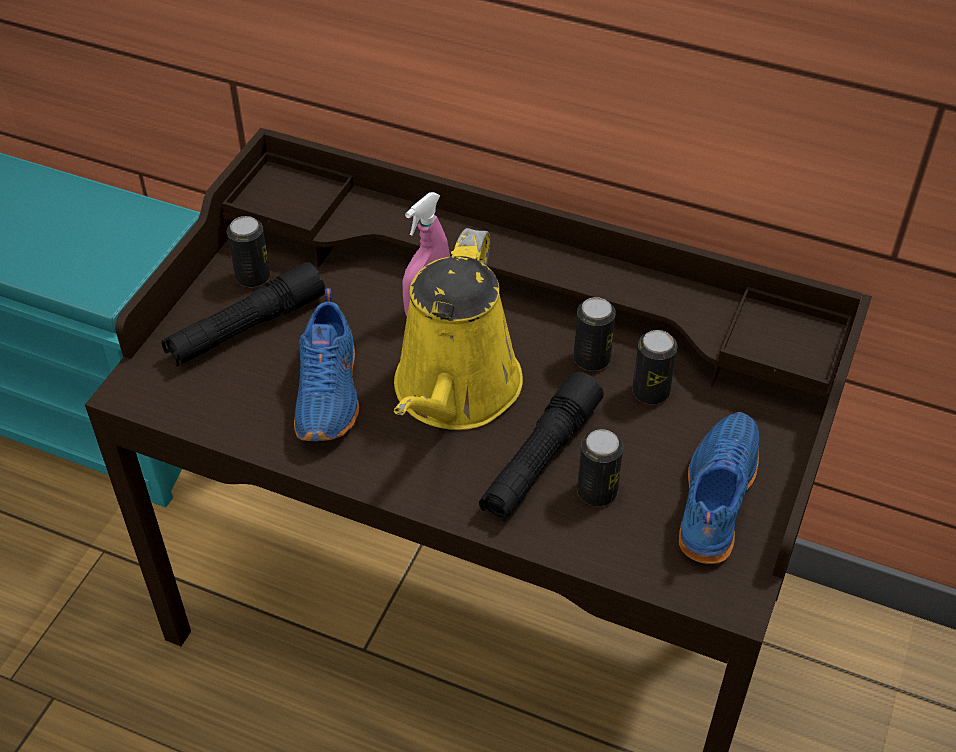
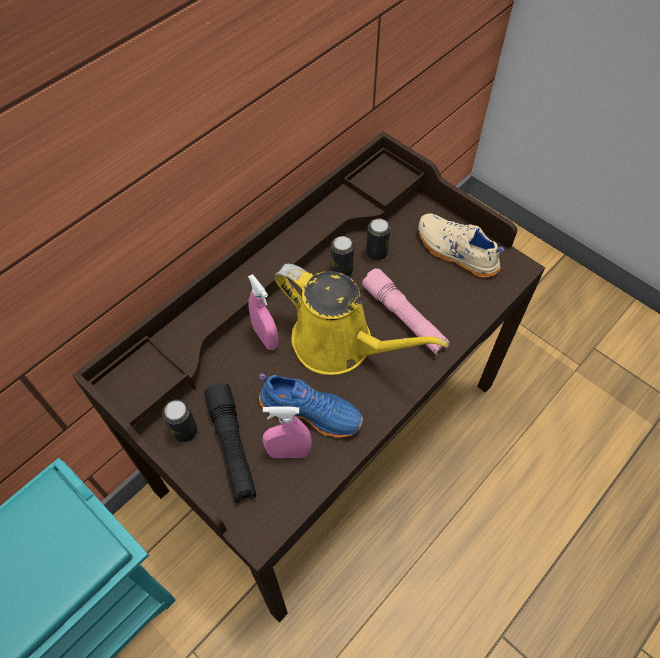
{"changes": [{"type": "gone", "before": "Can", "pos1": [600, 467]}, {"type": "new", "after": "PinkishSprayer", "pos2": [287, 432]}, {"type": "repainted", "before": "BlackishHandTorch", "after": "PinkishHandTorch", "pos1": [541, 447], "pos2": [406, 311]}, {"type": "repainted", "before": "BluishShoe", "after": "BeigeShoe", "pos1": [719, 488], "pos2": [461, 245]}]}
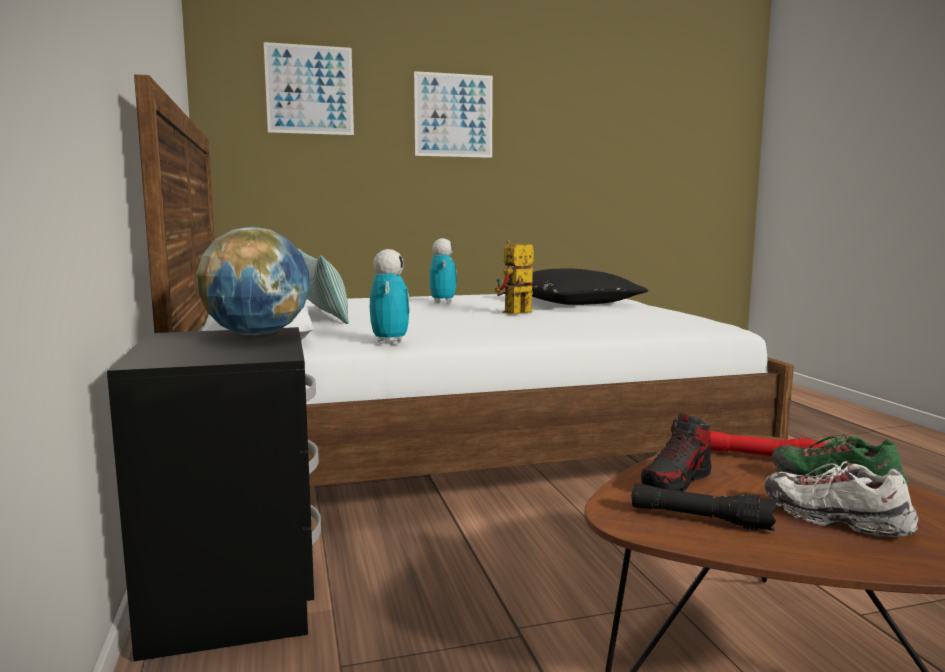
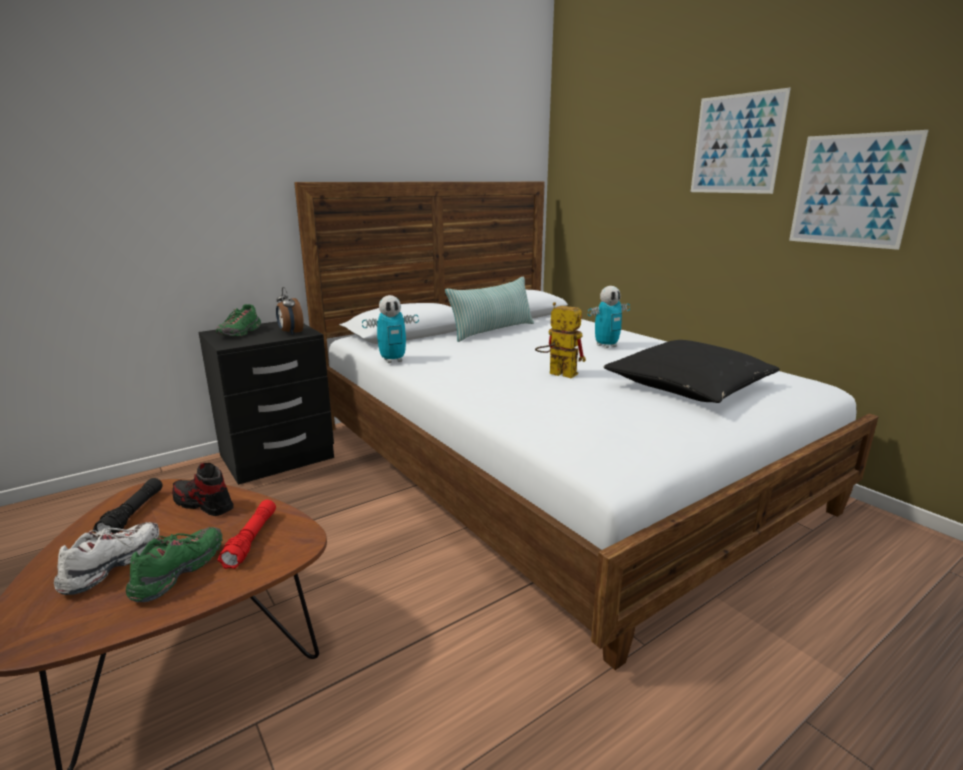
{"changes": [{"type": "new", "after": "GreenishShoe", "pos2": [238, 320]}, {"type": "shifted", "before": "WallPicture", "pos1": [309, 88], "pos2": [859, 190]}, {"type": "swapped", "before": "Globe", "after": "TableClock", "pos1": [253, 281], "pos2": [290, 311]}]}
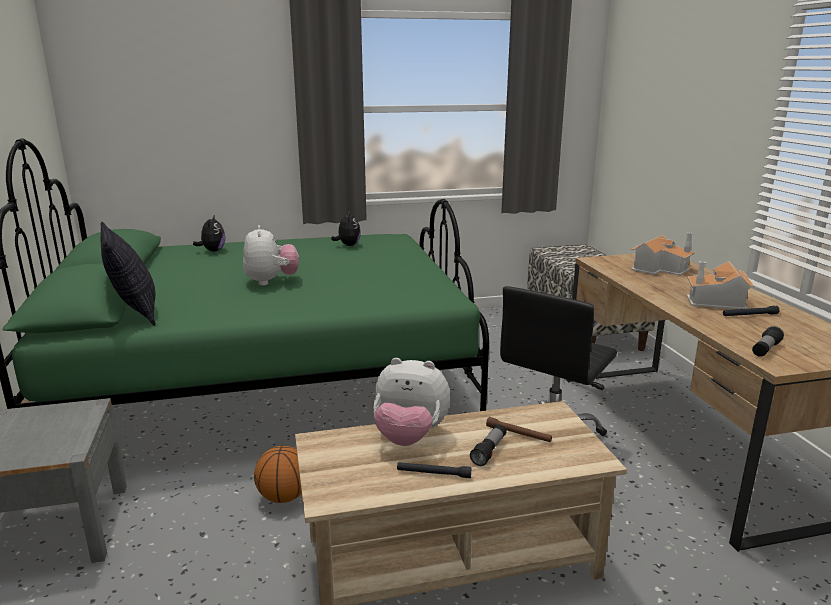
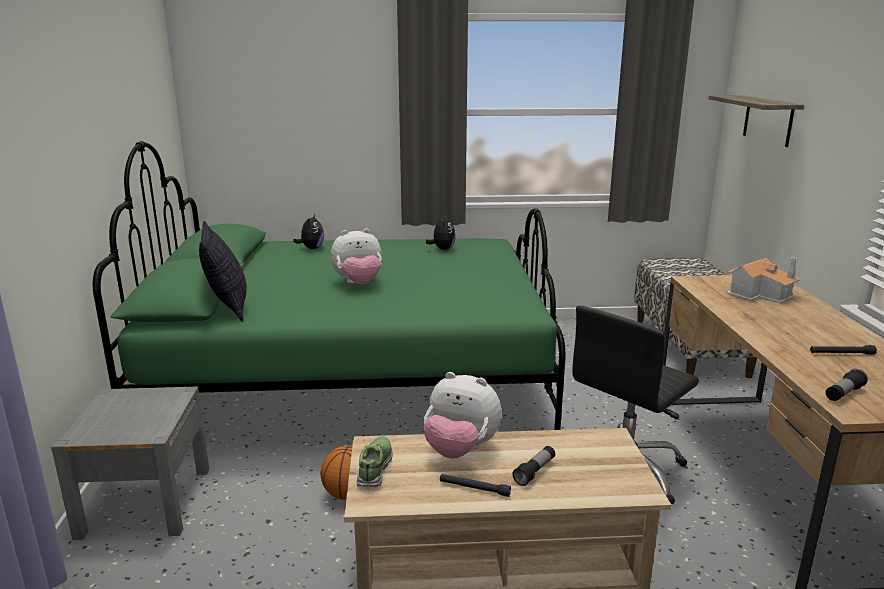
{"changes": [{"type": "gone", "before": "BrownishHandTorch", "pos1": [519, 429]}, {"type": "gone", "before": "MiniatureHouse", "pos1": [721, 285]}, {"type": "new", "after": "Shoe", "pos2": [375, 461]}, {"type": "new", "after": "BracketShelf", "pos2": [756, 121]}, {"type": "rotated", "before": "SoftToy", "pos1": [271, 255], "pos2": [356, 256], "turn": 75}]}
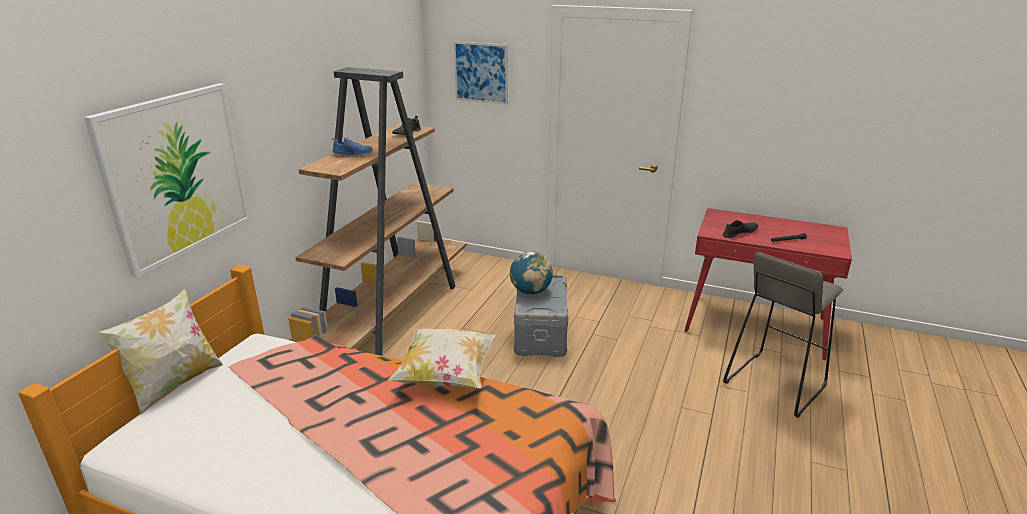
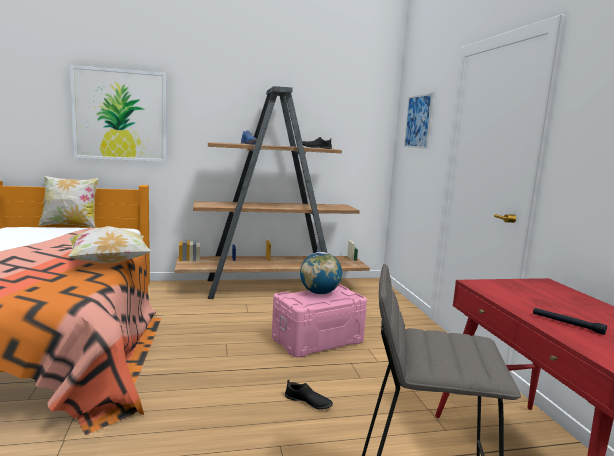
{"changes": [{"type": "shifted", "before": "BlackishShoe", "pos1": [740, 229], "pos2": [309, 395]}, {"type": "repainted", "before": "GreyStorageBin", "after": "PinkishStorageBin", "pos1": [541, 316], "pos2": [319, 320]}]}
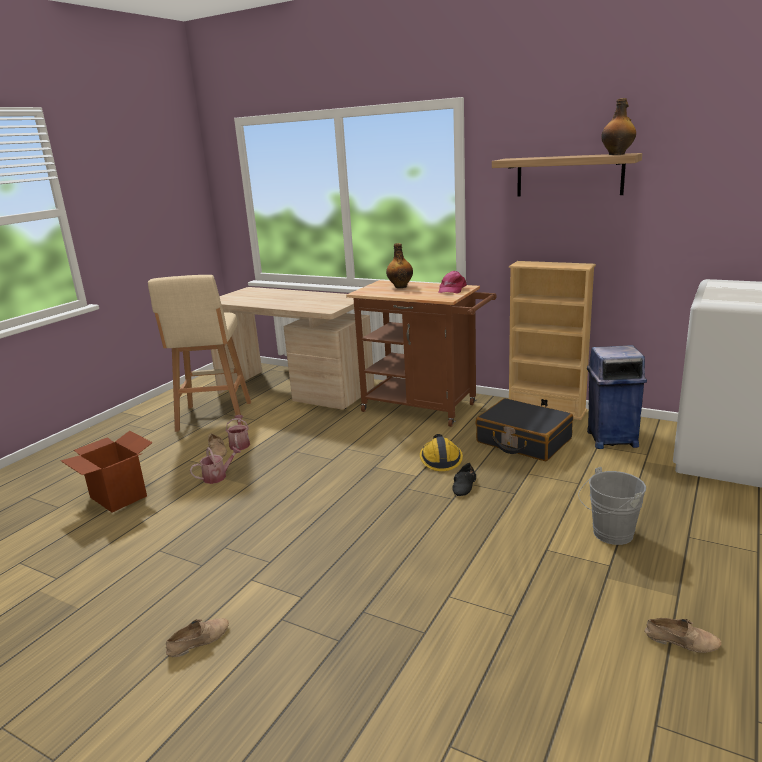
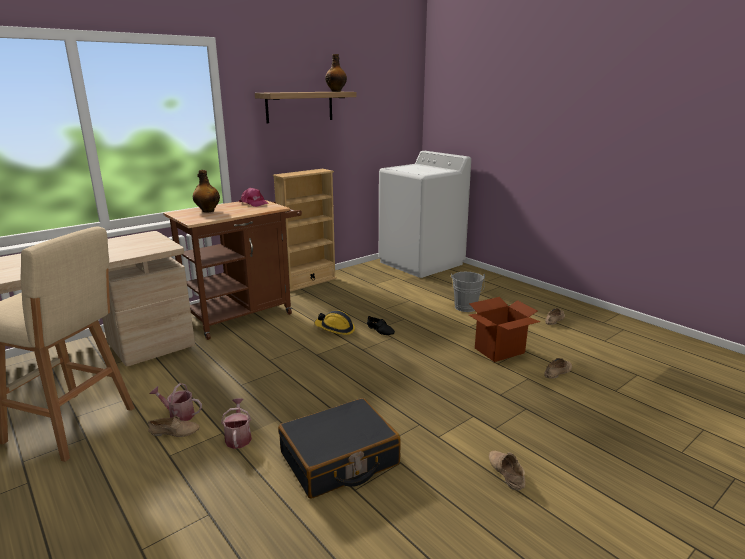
{"changes": [{"type": "gone", "before": "BluishRubbishBin", "pos1": [617, 397]}, {"type": "new", "after": "BeigeShoe", "pos2": [558, 368]}, {"type": "shifted", "before": "PackingBox", "pos1": [107, 471], "pos2": [504, 329]}, {"type": "shifted", "before": "BlackishPieceOfLuggage", "pos1": [524, 429], "pos2": [339, 448]}]}
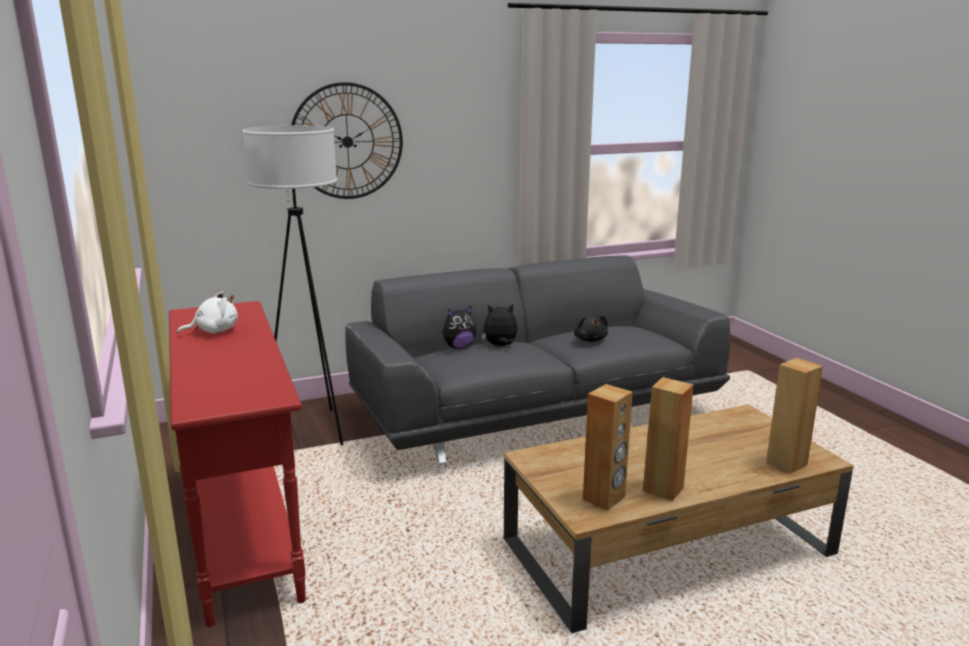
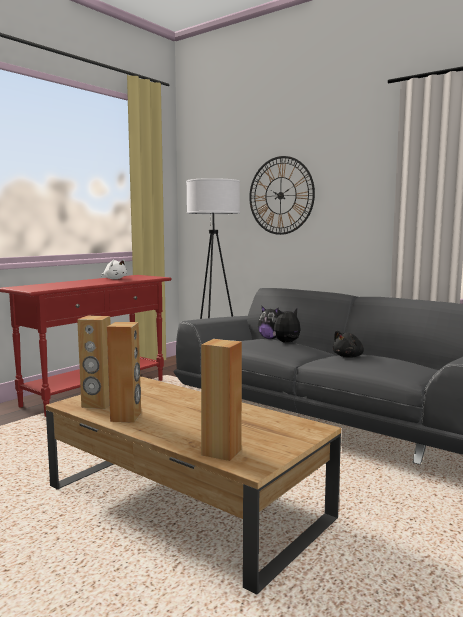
{"changes": [{"type": "rotated", "before": "SoftToy", "pos1": [500, 325], "pos2": [287, 325], "turn": -60}]}
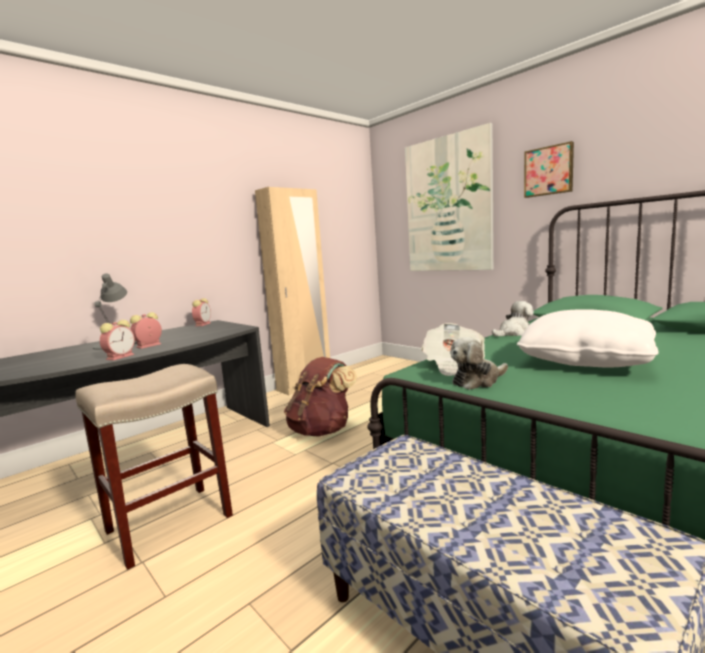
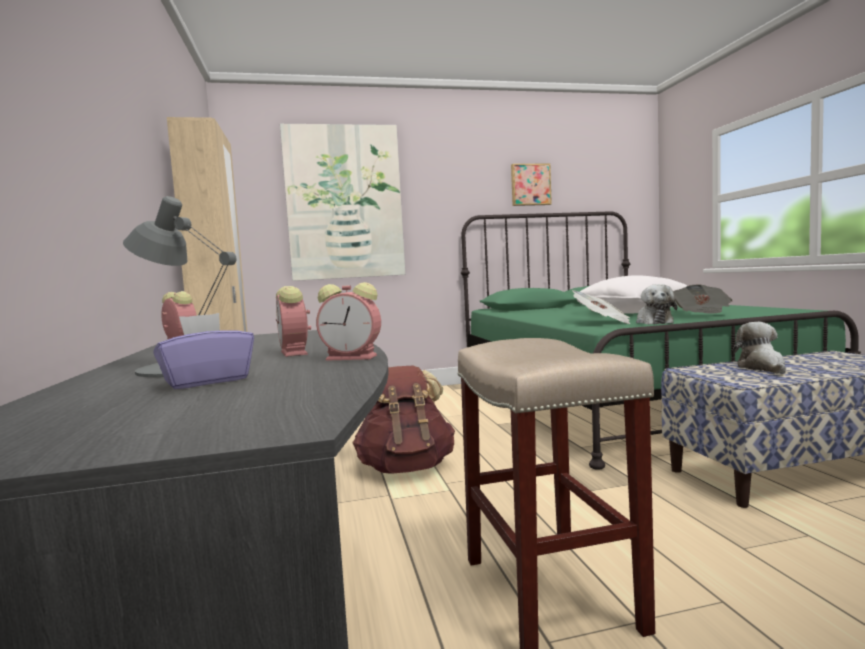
{"changes": [{"type": "new", "after": "PurpleTissueBox", "pos2": [203, 351]}, {"type": "new", "after": "PrintedPaper", "pos2": [702, 299]}, {"type": "shifted", "before": "SoftToy", "pos1": [513, 318], "pos2": [759, 348]}, {"type": "shifted", "before": "WallPicture", "pos1": [549, 169], "pos2": [531, 185]}, {"type": "rotated", "before": "TableClock", "pos1": [117, 340], "pos2": [348, 321], "turn": 135}]}
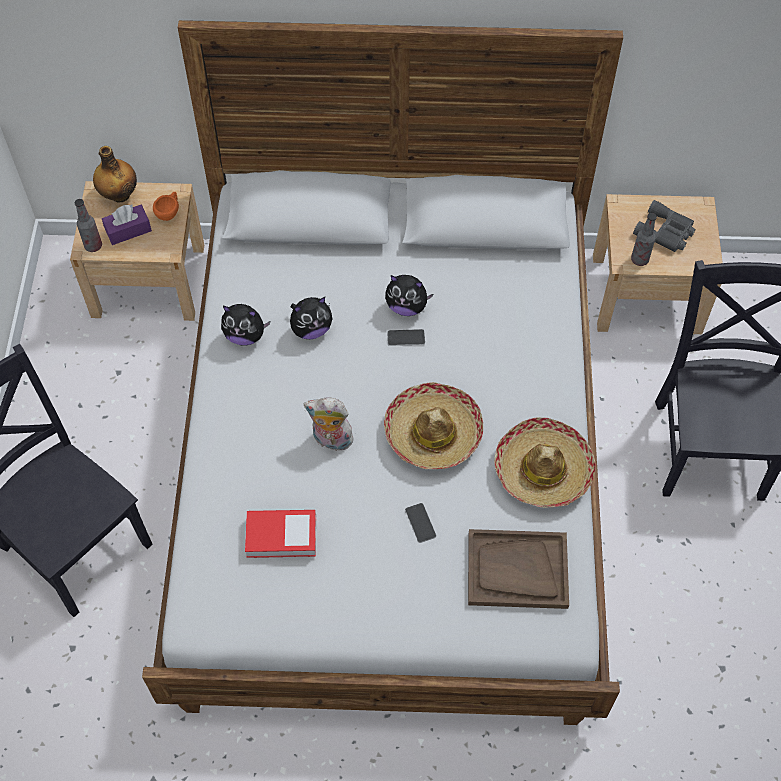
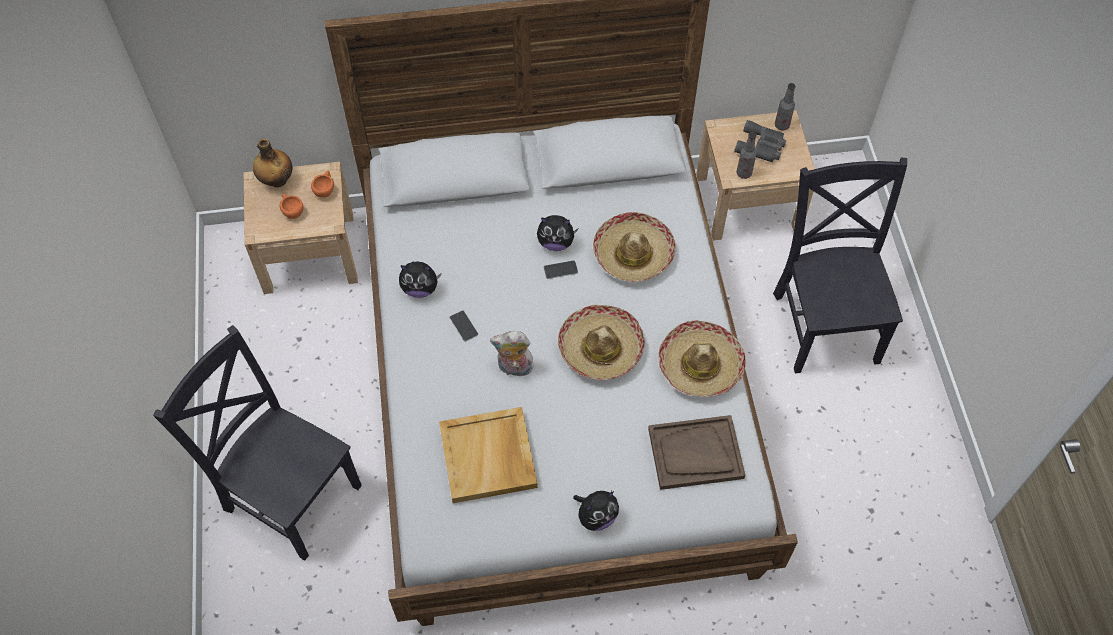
{"changes": [{"type": "new", "after": "Hat", "pos2": [634, 247]}, {"type": "shifted", "before": "BeverageBottle", "pos1": [88, 225], "pos2": [785, 106]}, {"type": "shifted", "before": "SoftToy", "pos1": [311, 318], "pos2": [596, 510]}, {"type": "shifted", "before": "Phone", "pos1": [421, 523], "pos2": [464, 326]}, {"type": "swapped", "before": "PurpleTissueBox", "after": "OrangeDrinkingCup", "pos1": [127, 224], "pos2": [291, 206]}, {"type": "swapped", "before": "BoundBook", "after": "BeigeCarryingTray", "pos1": [280, 534], "pos2": [488, 455]}]}
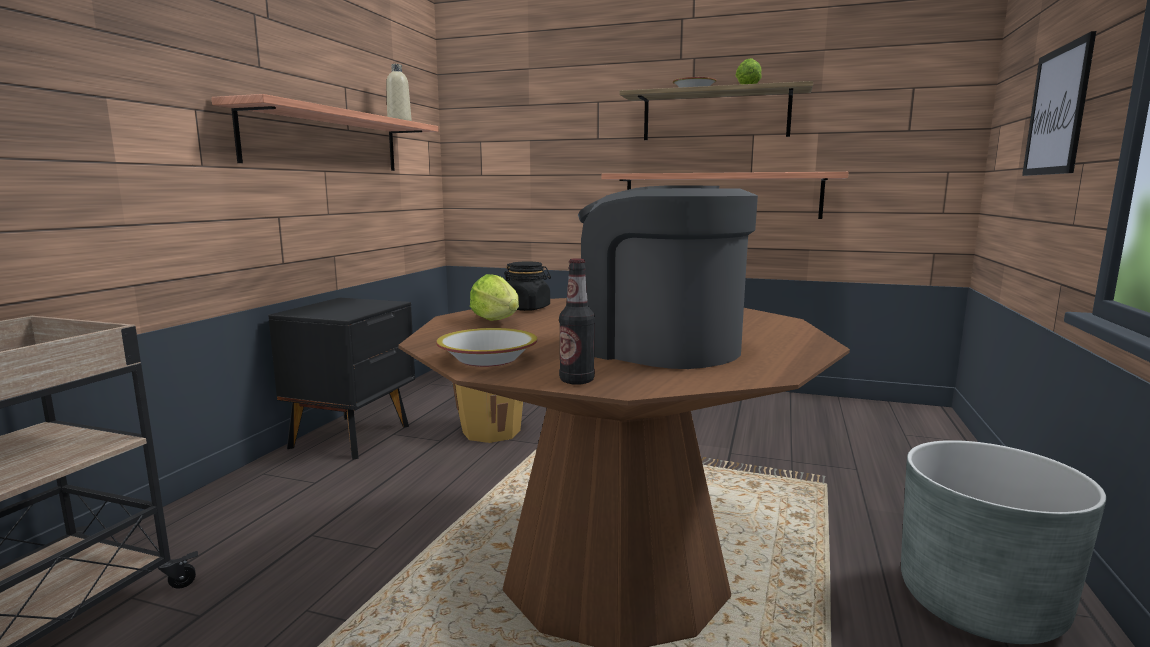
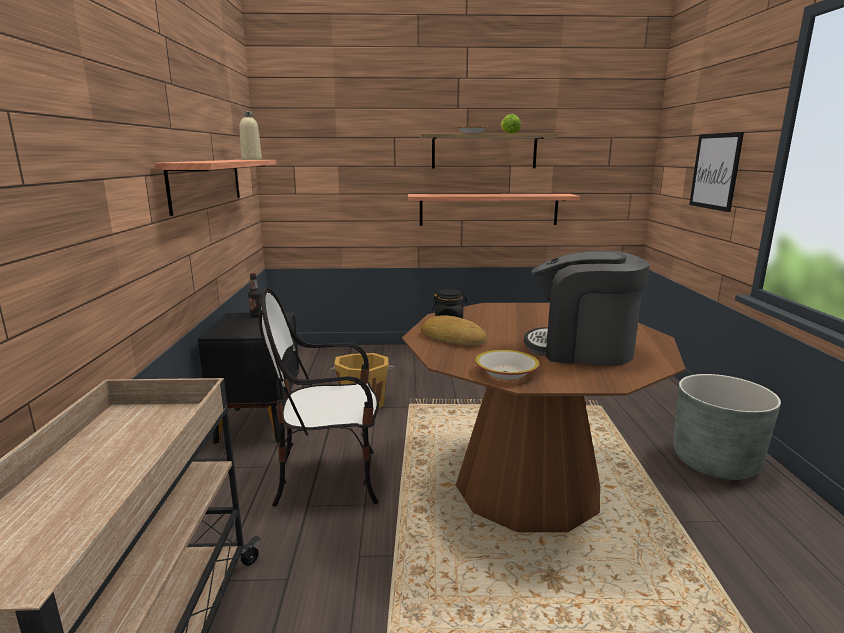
{"changes": [{"type": "new", "after": "PlainChair", "pos2": [319, 396]}, {"type": "shifted", "before": "BeverageBottle", "pos1": [577, 321], "pos2": [254, 295]}, {"type": "swapped", "before": "Lettuce", "after": "Bread", "pos1": [494, 297], "pos2": [454, 330]}]}
